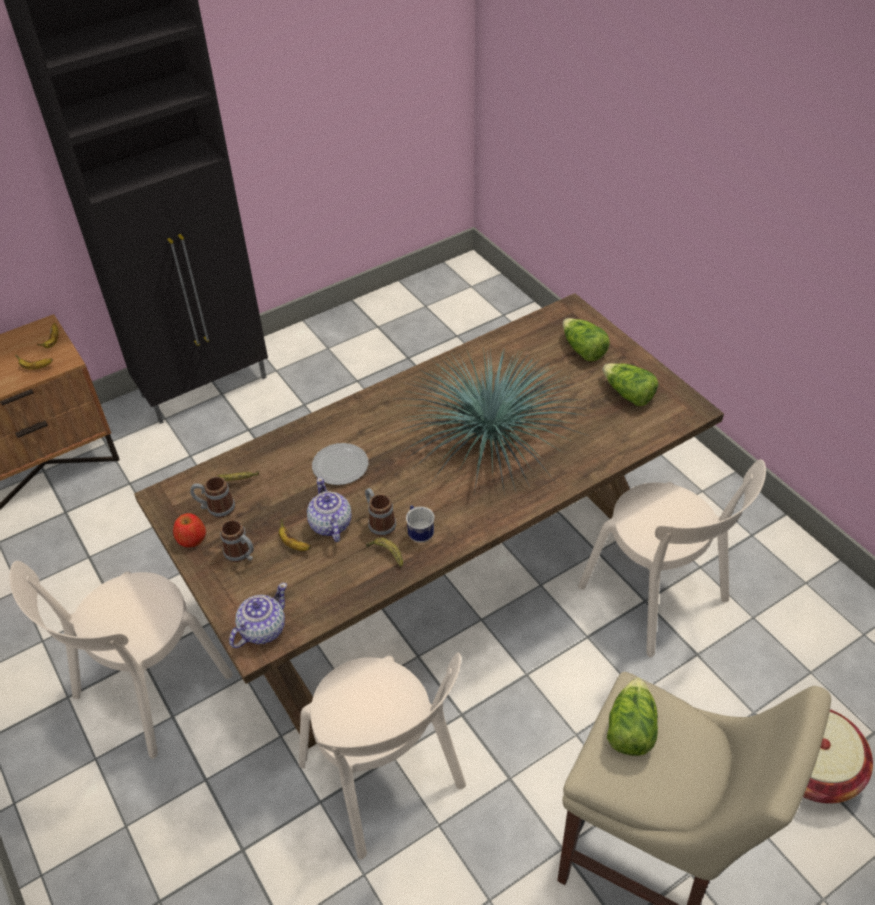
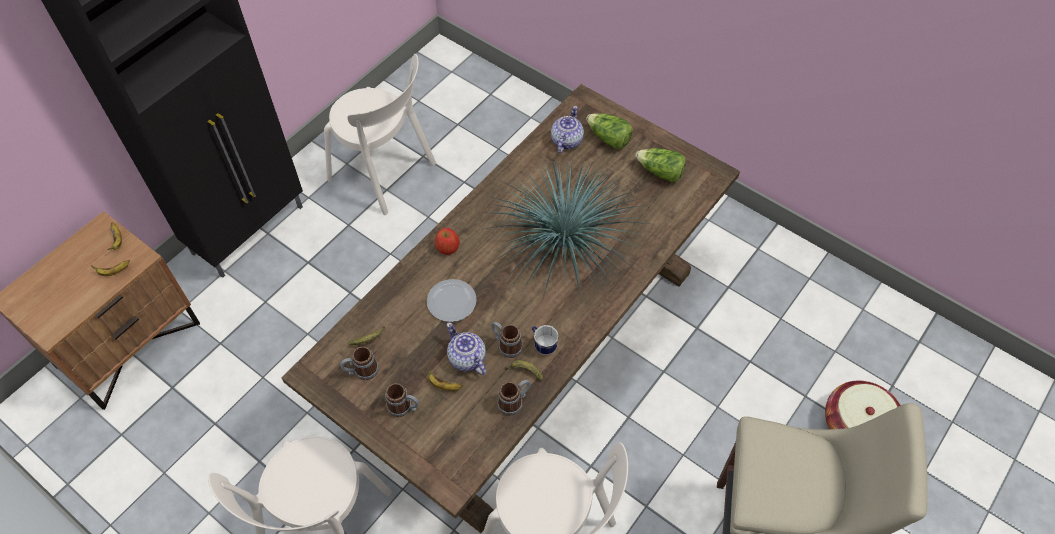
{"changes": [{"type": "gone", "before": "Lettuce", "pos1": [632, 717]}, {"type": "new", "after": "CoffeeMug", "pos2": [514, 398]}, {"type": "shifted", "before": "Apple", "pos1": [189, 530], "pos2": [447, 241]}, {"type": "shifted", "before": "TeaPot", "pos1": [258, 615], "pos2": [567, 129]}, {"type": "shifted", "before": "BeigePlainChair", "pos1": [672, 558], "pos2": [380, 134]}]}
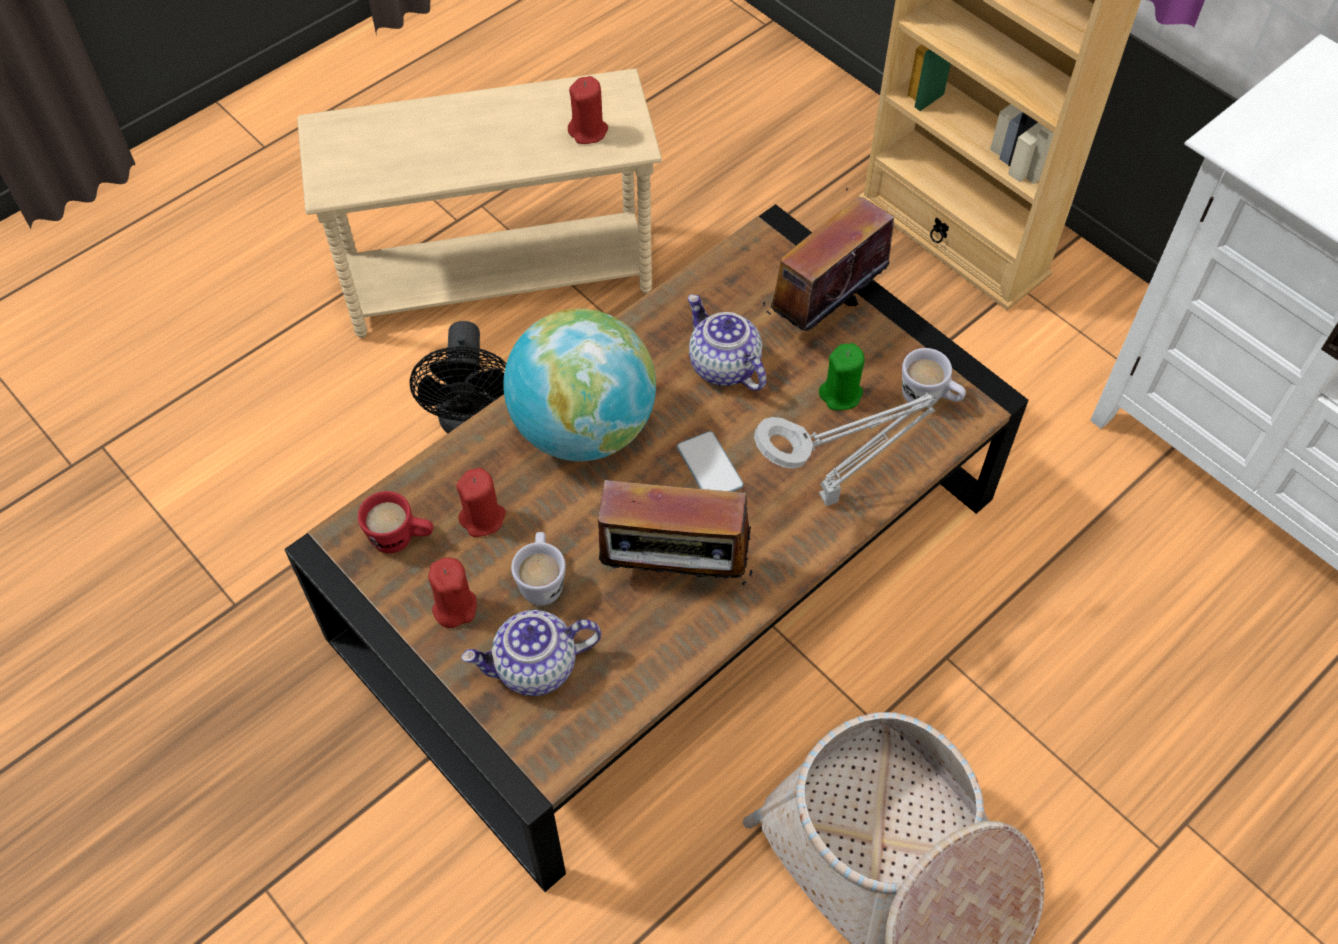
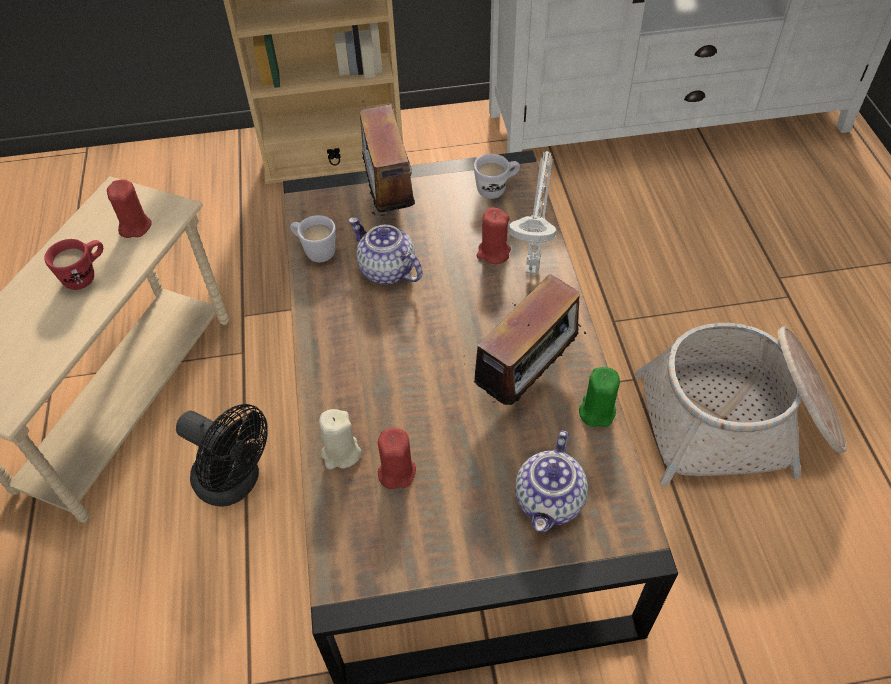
{"changes": [{"type": "gone", "before": "Globe", "pos1": [579, 384]}, {"type": "gone", "before": "Phone", "pos1": [710, 461]}, {"type": "new", "after": "BeigeWaxLight", "pos2": [340, 439]}, {"type": "shifted", "before": "RedCoffeeMug", "pos1": [395, 522], "pos2": [73, 264]}, {"type": "shifted", "before": "RedWaxLight", "pos1": [452, 593], "pos2": [494, 235]}, {"type": "shifted", "before": "WhiteColouredCoffeeMug", "pos1": [538, 569], "pos2": [313, 238]}, {"type": "shifted", "before": "GreenishWaxLight", "pos1": [842, 376], "pos2": [599, 397]}, {"type": "rotated", "before": "TeaPot", "pos1": [727, 342], "pos2": [386, 251], "turn": 45}]}
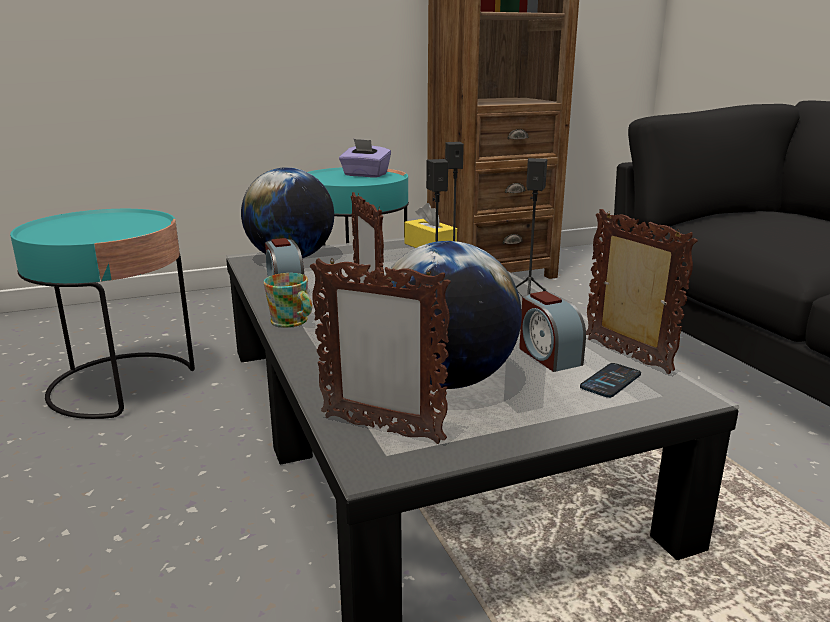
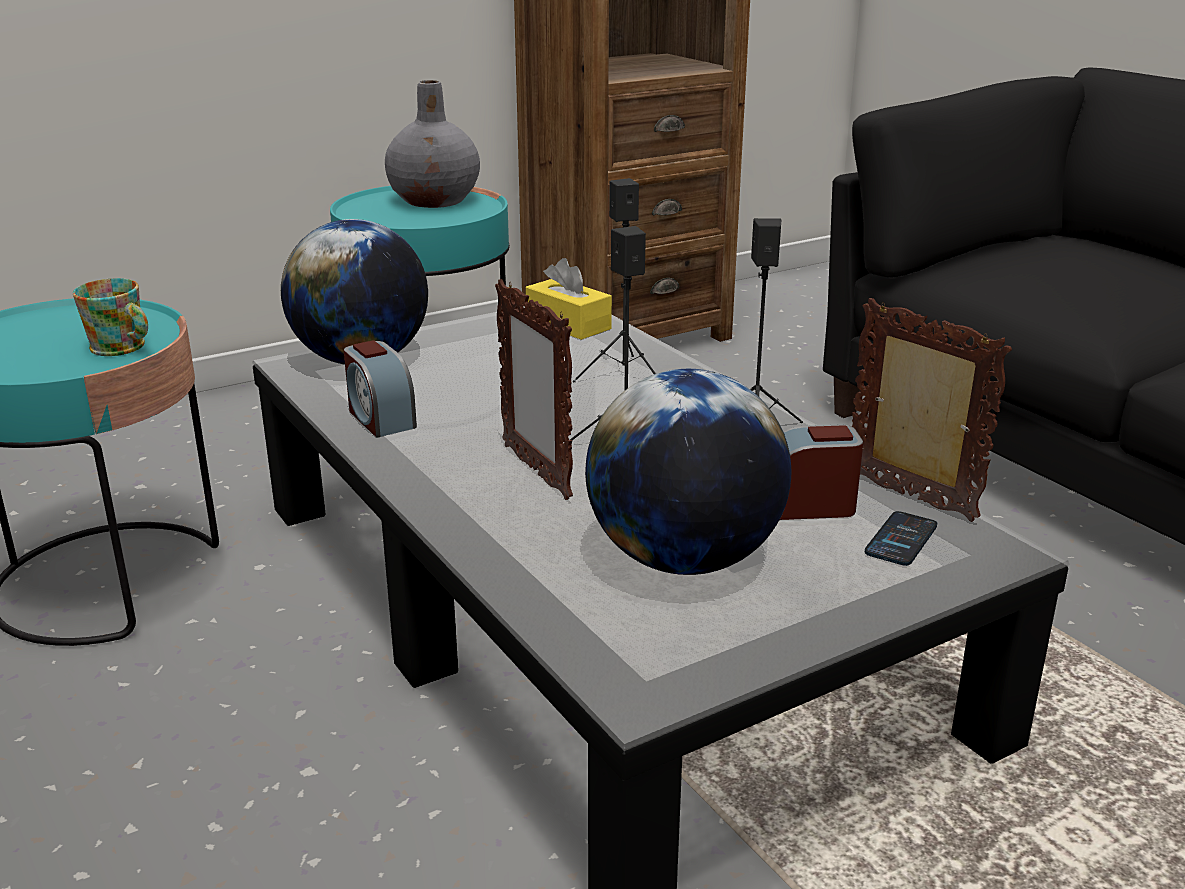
{"changes": [{"type": "gone", "before": "StandingFrame", "pos1": [380, 351]}, {"type": "shifted", "before": "CoffeeMug", "pos1": [287, 300], "pos2": [110, 317]}, {"type": "swapped", "before": "PurpleTissueBox", "after": "GreyVase", "pos1": [365, 158], "pos2": [432, 144]}, {"type": "rotated", "before": "TableClock", "pos1": [552, 331], "pos2": [821, 472], "turn": 120}]}
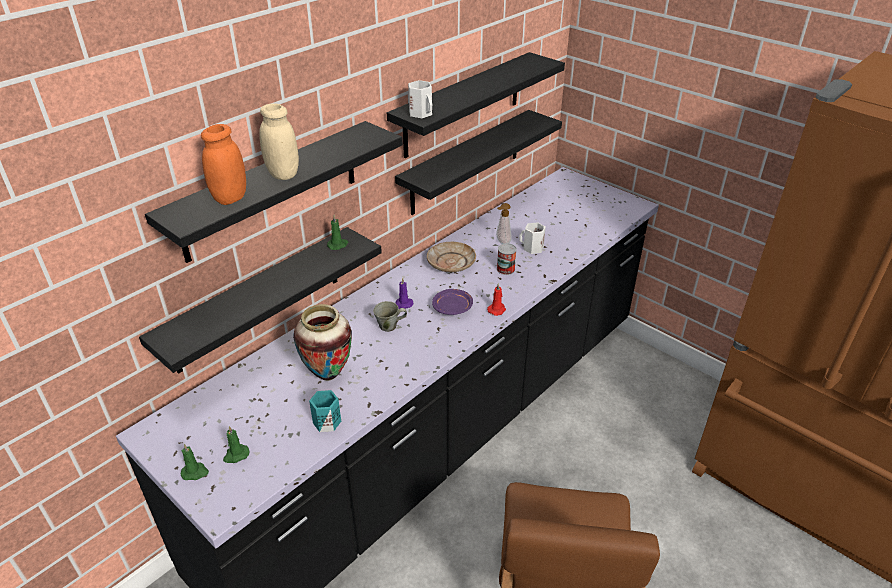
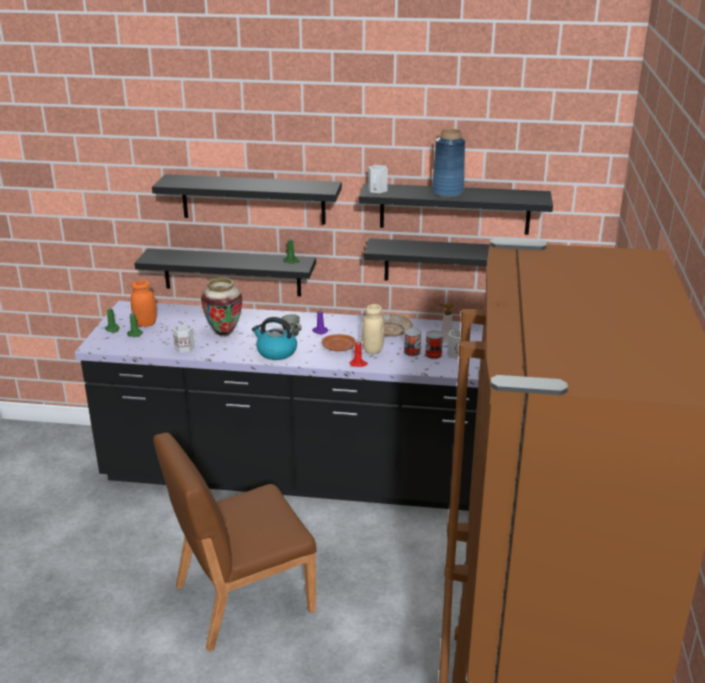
{"changes": [{"type": "new", "after": "WaterKettle", "pos2": [274, 338]}, {"type": "new", "after": "Can", "pos2": [434, 345]}, {"type": "new", "after": "BluishVase", "pos2": [448, 163]}, {"type": "shifted", "before": "OrangePreserveJar", "pos1": [223, 164], "pos2": [143, 303]}, {"type": "shifted", "before": "BeigePreserveJar", "pos1": [279, 141], "pos2": [373, 329]}, {"type": "repainted", "before": "TurquoiseColouredCoffeeMug", "after": "WhiteColouredCoffeeMug", "pos1": [325, 411], "pos2": [184, 338]}, {"type": "repainted", "before": "PurplePlate", "after": "BrownishPlate", "pos1": [452, 302], "pos2": [339, 342]}]}
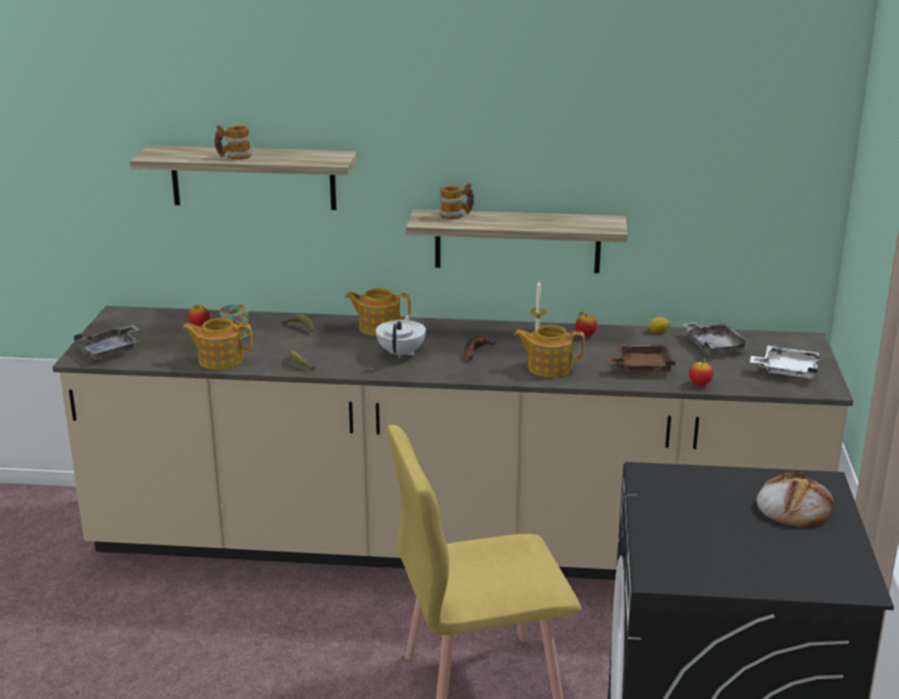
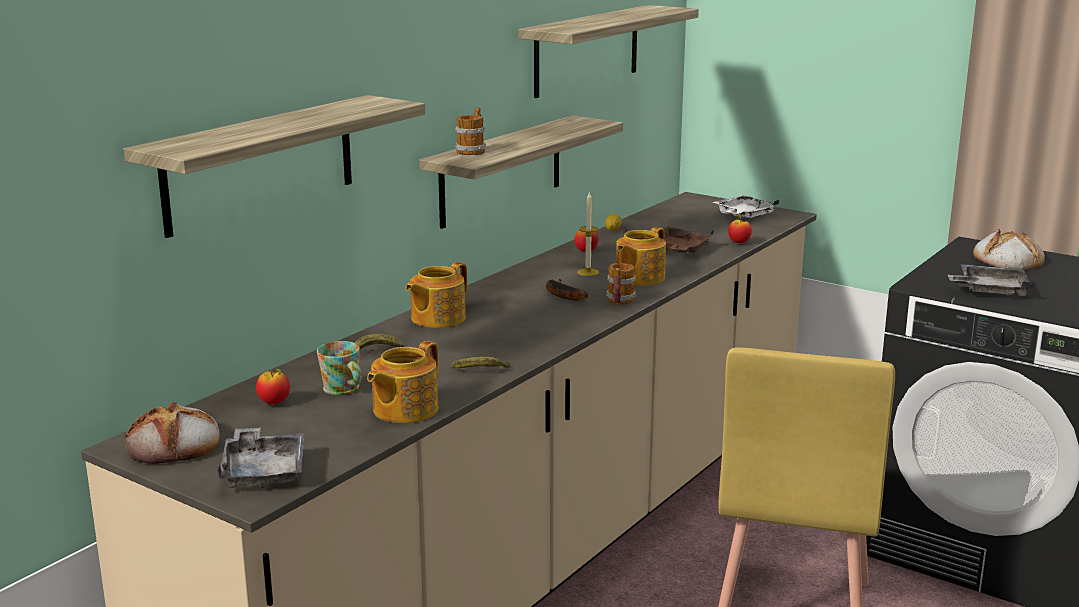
{"changes": [{"type": "gone", "before": "WhiteColouredTeaPot", "pos1": [401, 337]}, {"type": "new", "after": "Bread", "pos2": [172, 433]}, {"type": "new", "after": "BracketShelf", "pos2": [608, 51]}, {"type": "shifted", "before": "CoffeeMug", "pos1": [233, 142], "pos2": [621, 284]}, {"type": "shifted", "before": "GreyCarryingTray", "pos1": [716, 338], "pos2": [990, 280]}]}
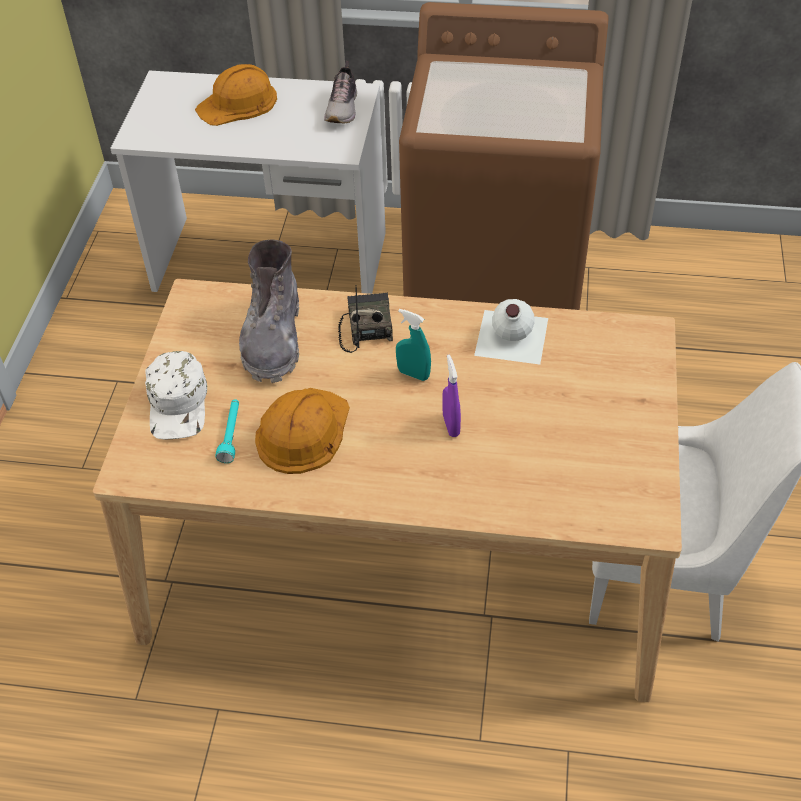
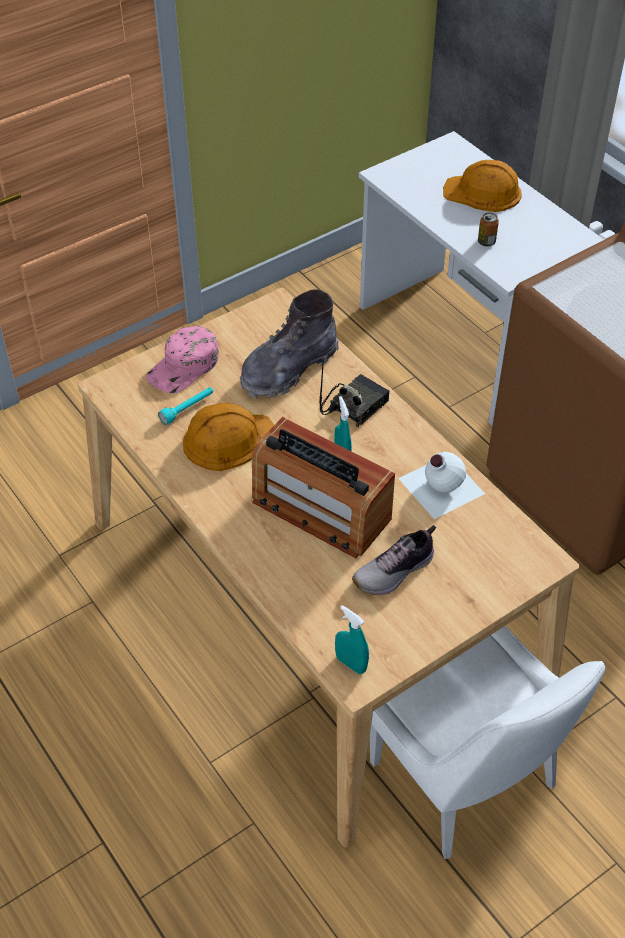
{"changes": [{"type": "new", "after": "TurquoiseColouredSprayer", "pos2": [352, 639]}, {"type": "new", "after": "Can", "pos2": [488, 229]}, {"type": "shifted", "before": "Shoe", "pos1": [340, 92], "pos2": [394, 560]}, {"type": "swapped", "before": "PurpleSprayer", "after": "Radio", "pos1": [451, 396], "pos2": [323, 487]}, {"type": "repainted", "before": "WhiteColouredCap", "after": "PinkishCap", "pos1": [176, 395], "pos2": [182, 359]}]}
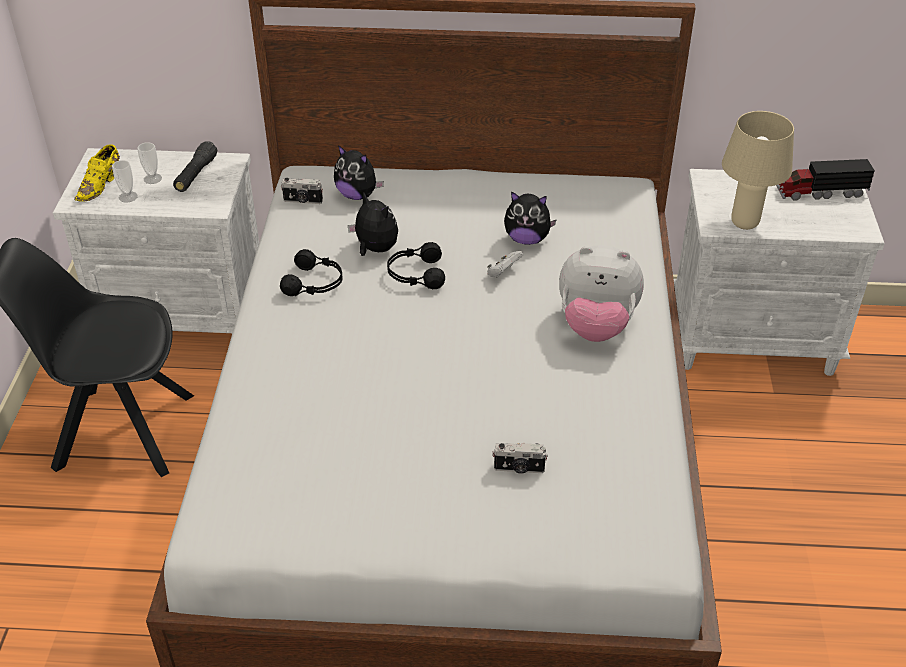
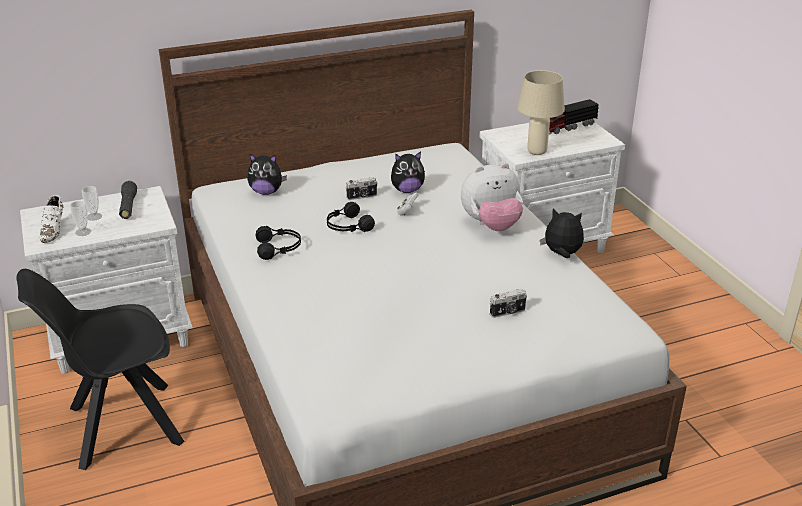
{"changes": [{"type": "shifted", "before": "PhotoCamera", "pos1": [302, 191], "pos2": [362, 188]}, {"type": "shifted", "before": "SoftToy", "pos1": [373, 224], "pos2": [562, 233]}, {"type": "repainted", "before": "YellowShoe", "after": "WhiteColouredShoe", "pos1": [97, 173], "pos2": [51, 219]}]}
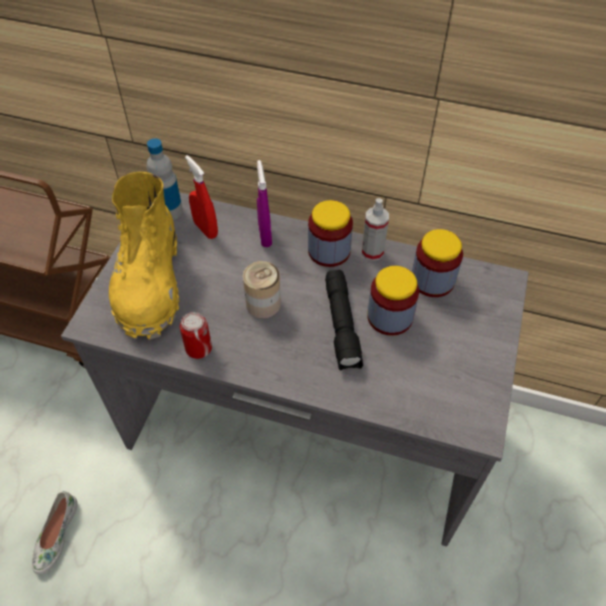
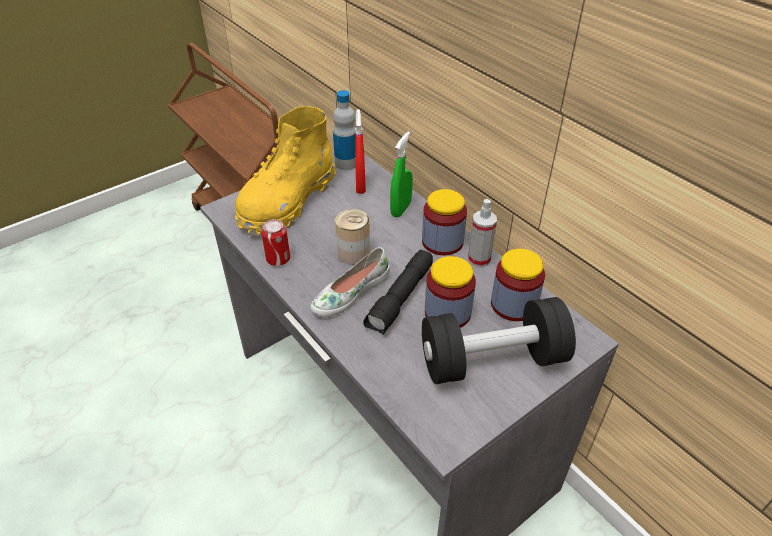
{"changes": [{"type": "new", "after": "BlackishFreeWeight", "pos2": [499, 340]}, {"type": "shifted", "before": "WhiteColouredShoe", "pos1": [55, 532], "pos2": [350, 282]}, {"type": "repainted", "before": "PurpleSprayer", "after": "GreenishSprayer", "pos1": [264, 203], "pos2": [401, 175]}]}
